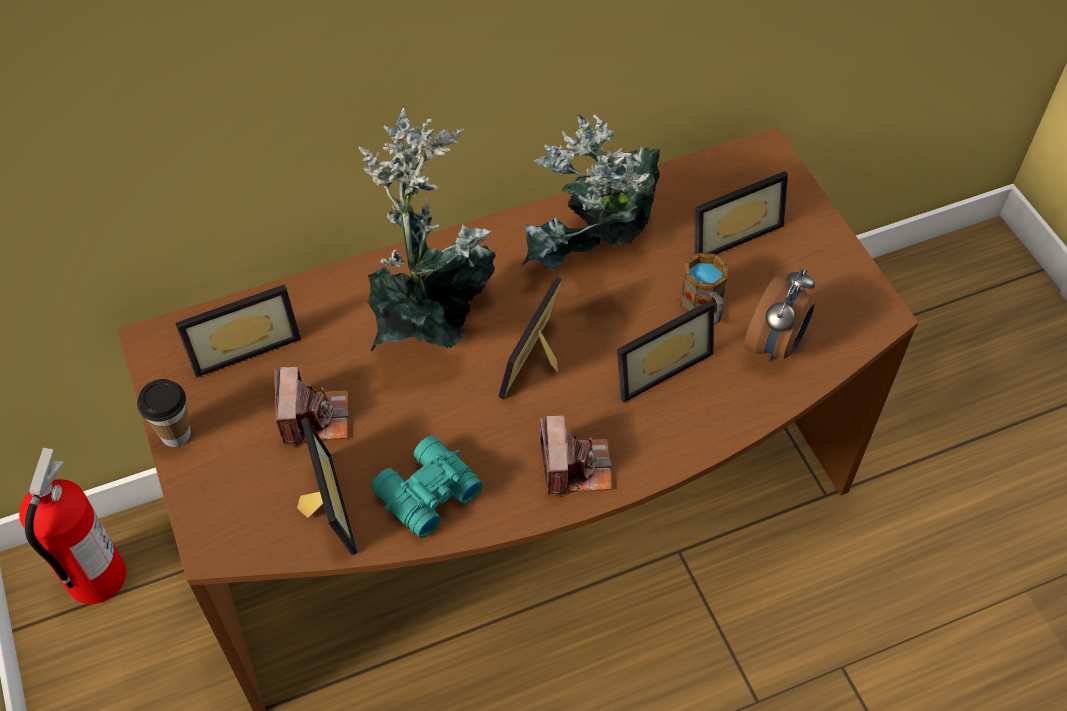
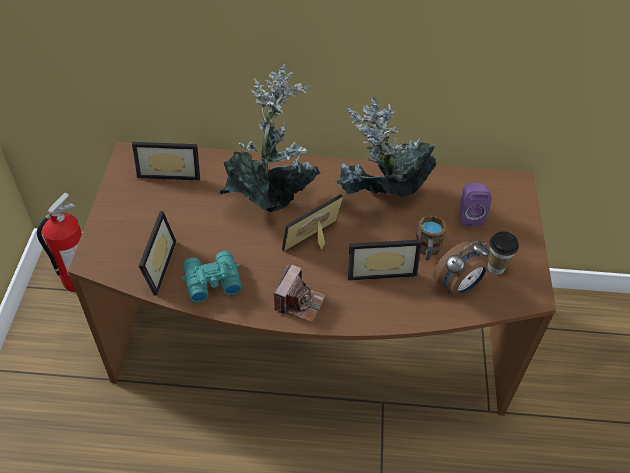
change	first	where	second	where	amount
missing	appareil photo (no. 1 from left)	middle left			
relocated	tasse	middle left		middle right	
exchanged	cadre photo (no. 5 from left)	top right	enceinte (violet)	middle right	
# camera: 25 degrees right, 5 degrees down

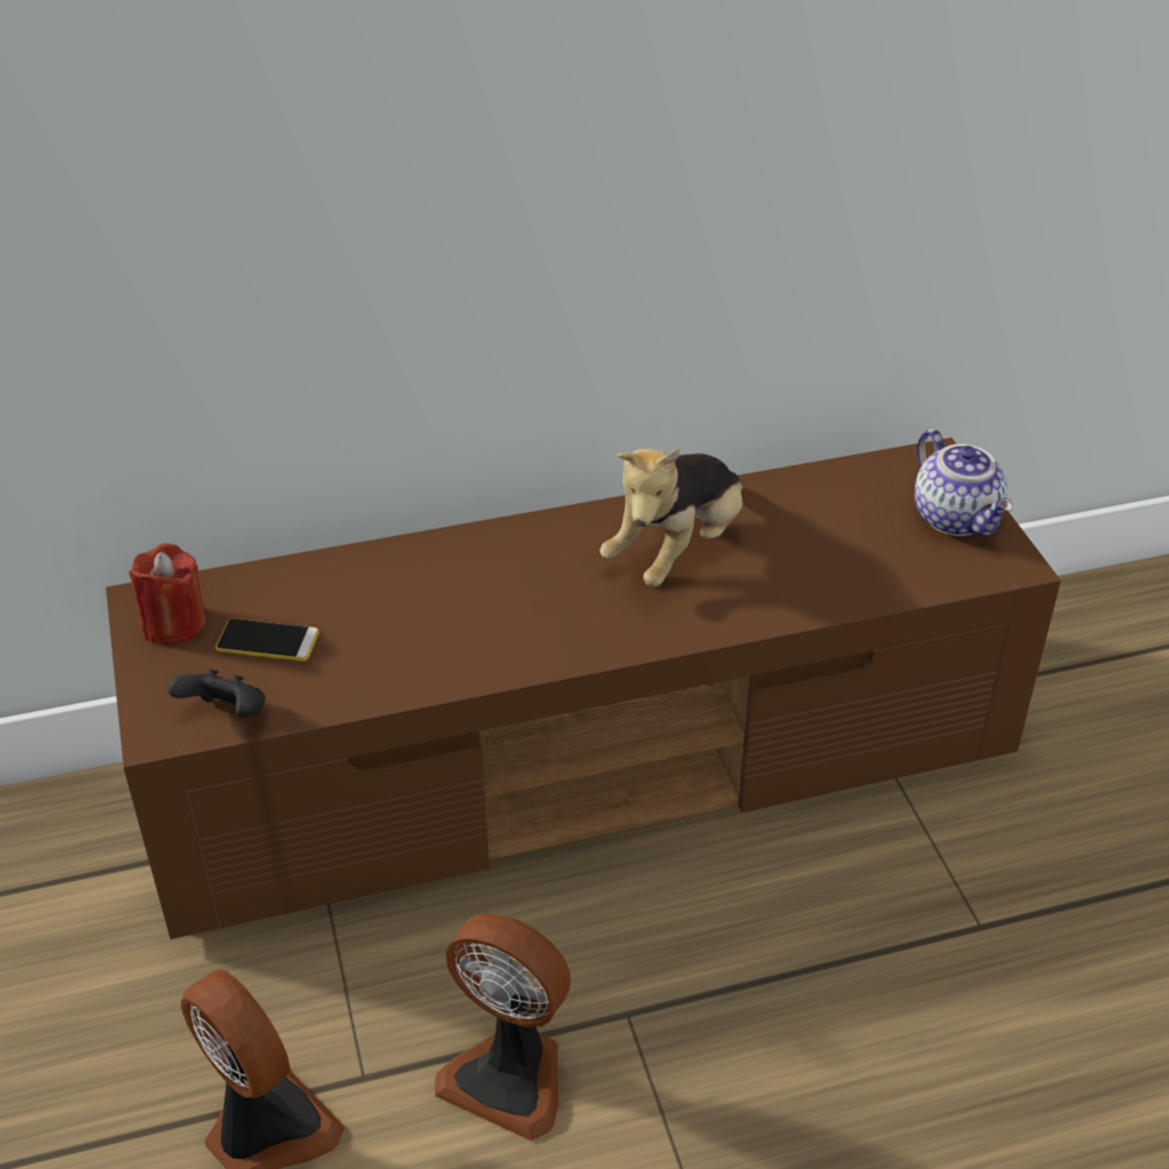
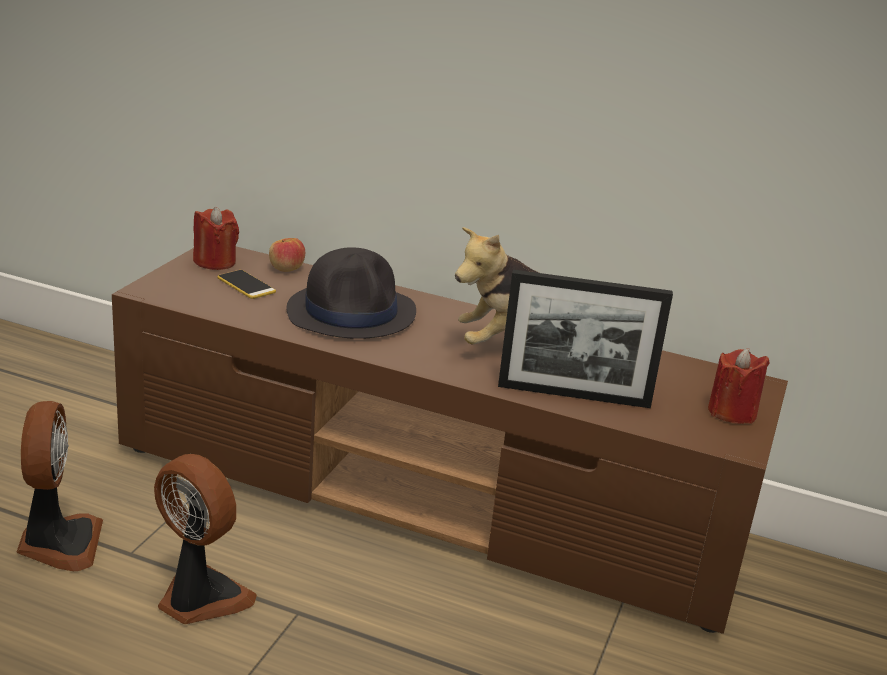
change	first	where	second	where	amount
missing	manette (noir)	middle left			
appeared			pomme	middle left	
appeared			chapeau (noir)	centre	
appeared			cadre photo	centre	
exchanged	théière	middle right	bougie (rouge) (no. 2 from left)	middle right	
spun	ventilateur (no. 2 from left)	bottom centre		bottom left	150 degrees clockwise
# camera: 35 degrees right, 15 degrees down

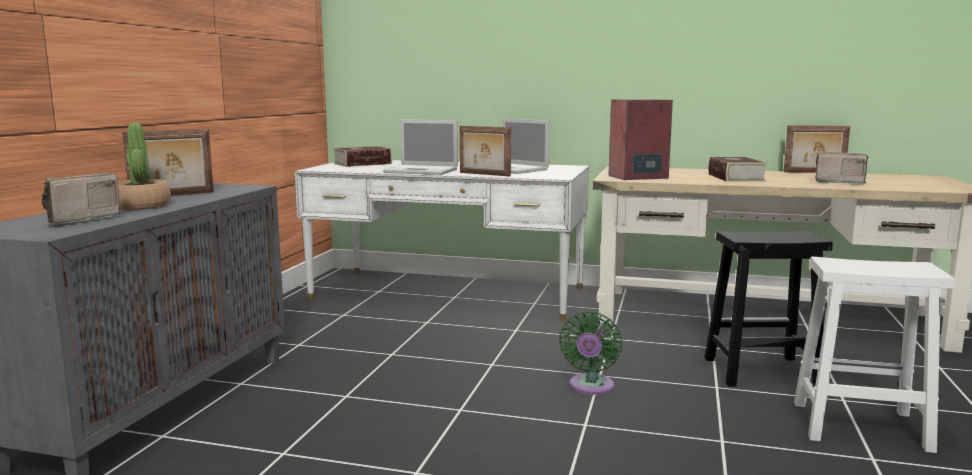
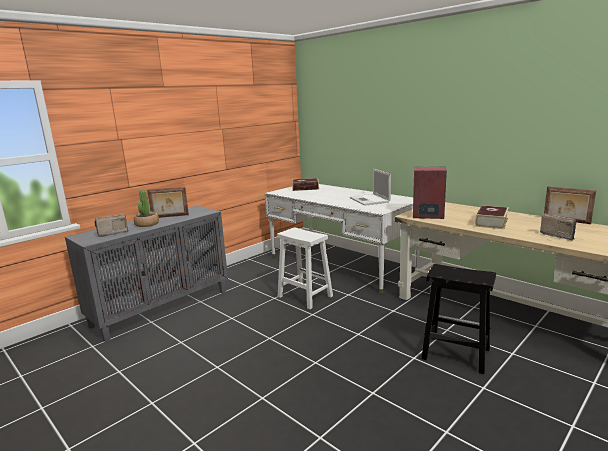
change	first	where	second	where	amount
missing	ordinateur portable (no. 1 from left)	top centre			
missing	cadre photo (no. 2 from left)	top centre			
missing	ventilateur (vert)	bottom centre			
relocated	tabouret (blanc)	bottom right		centre	
# camera: 30 degrees right, 5 degrees up

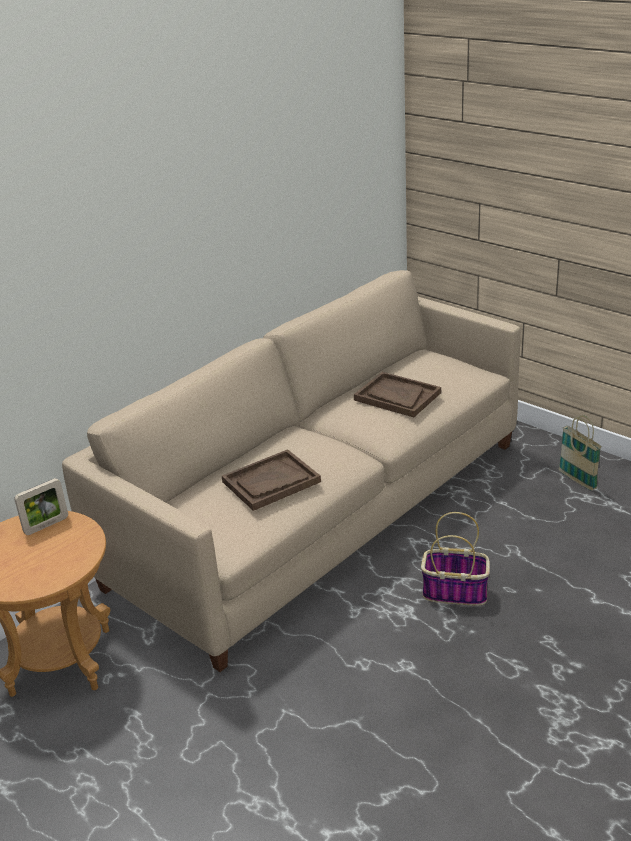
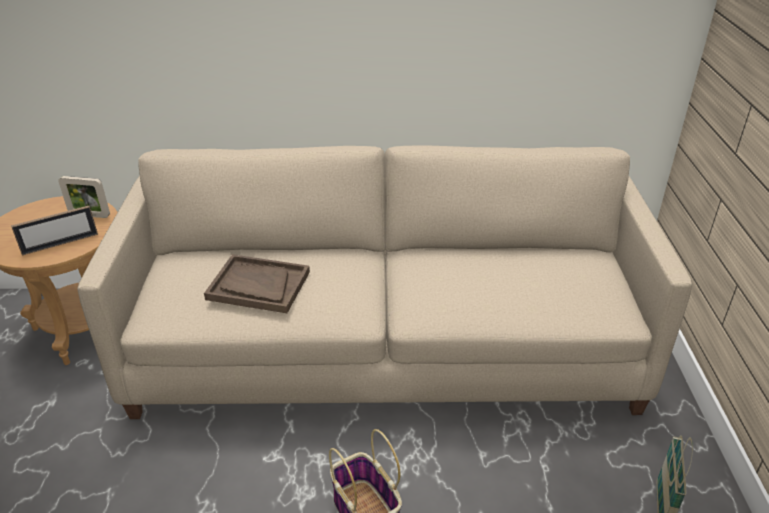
change	first	where	second	where	amount
missing	plateau (marron) (no. 2 from left)	centre			
appeared			cadre photo (no. 1 from left)	middle left	
# camera: 45 degrees right, 5 degrees up

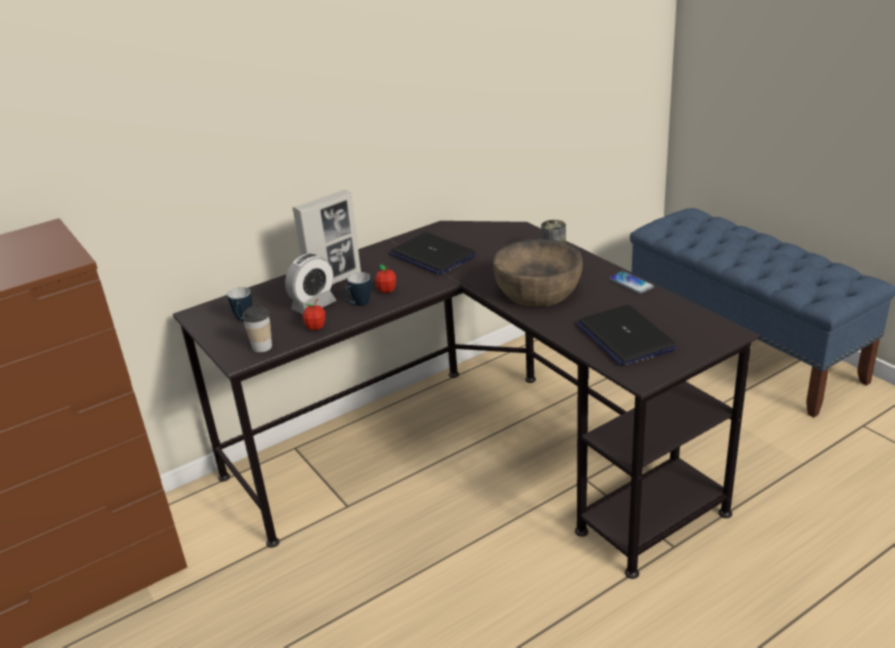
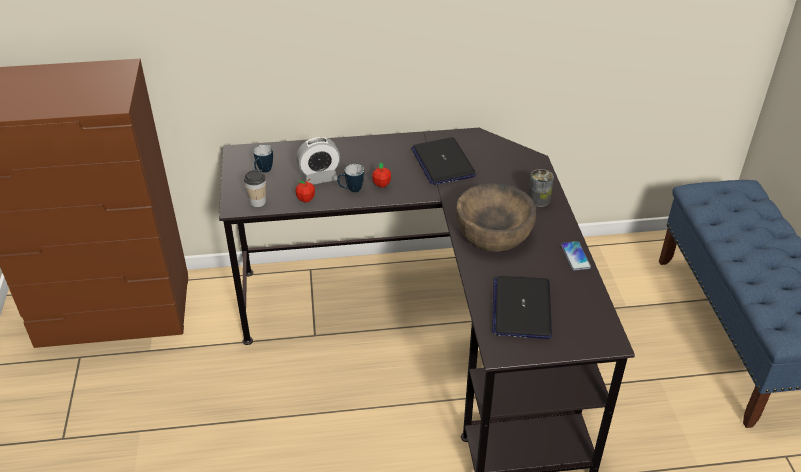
change	first	where	second	where	amount
missing	cadre photo	centre			
# camera: 25 degrees right, 10 degrees up

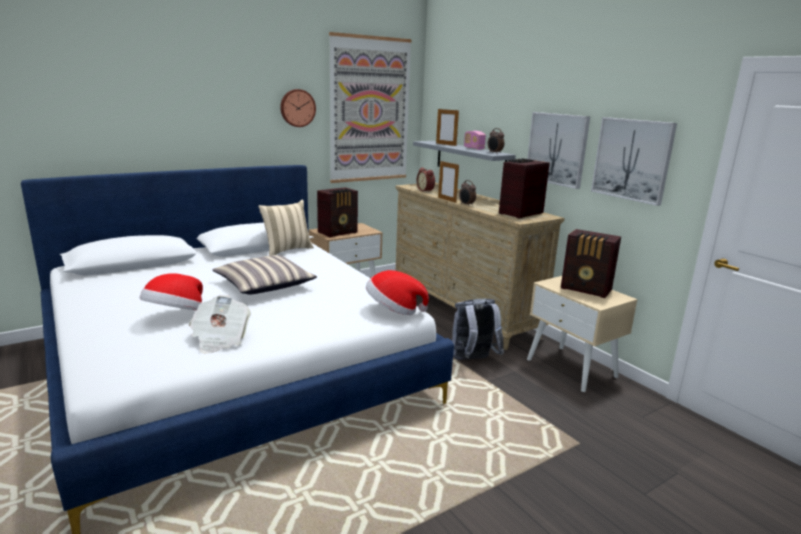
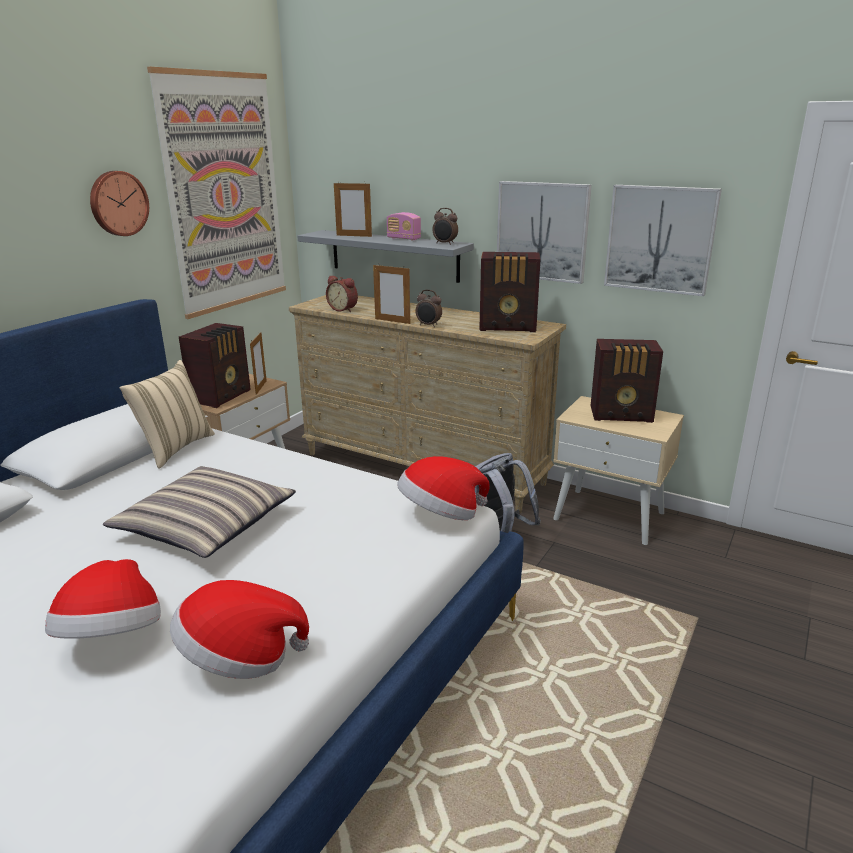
change	first	where	second	where	amount
appeared			cadre photo (no. 1 from left)	middle left	
exchanged	journal	middle left	chapeau (no. 2 from left)	bottom left	
spun	radio (no. 3 from left)	centre		centre	105 degrees counterclockwise
# camera: 25 degrees left, 5 degrees up

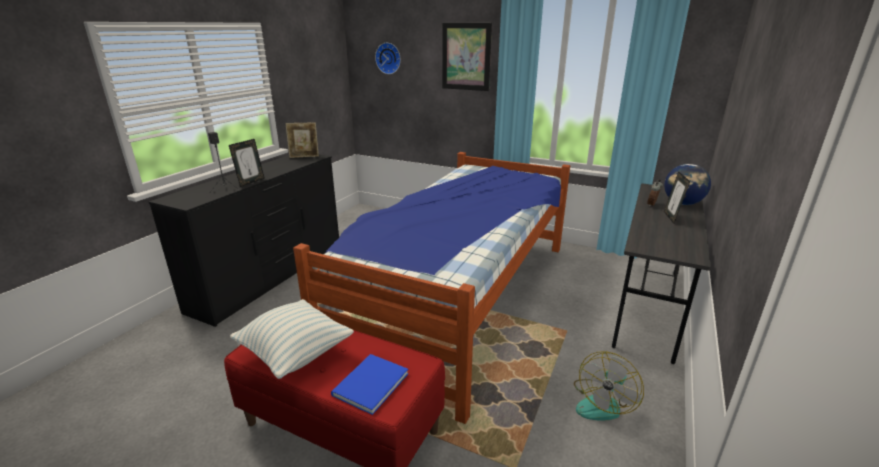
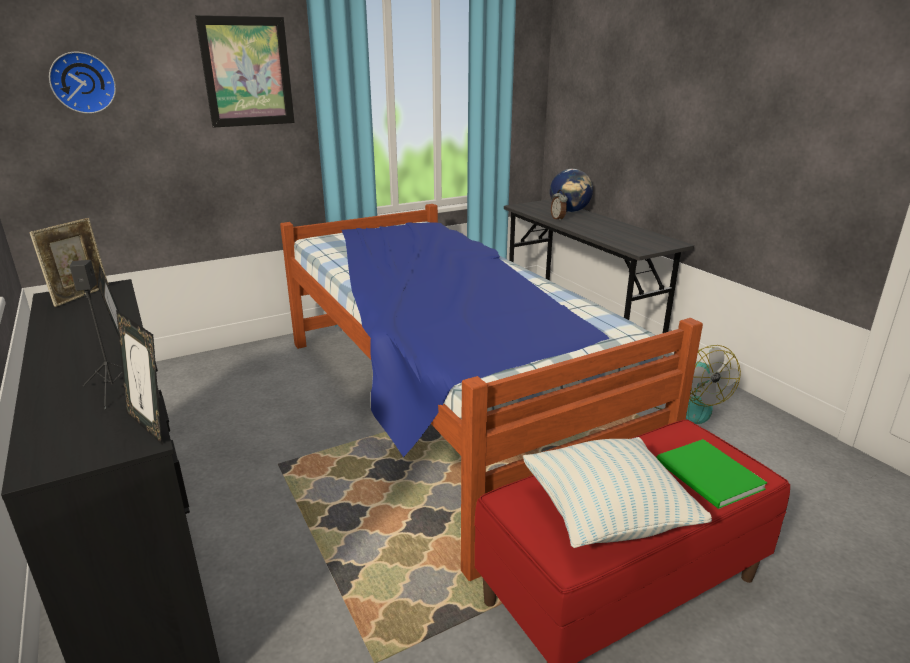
change	first	where	second	where	amount
relocated	cadre photo (no. 3 from left)	middle right		middle left	
colour	livre (bleu)	bottom centre	livre (vert)	bottom right	
# camera: 55 degrees left, 0 degrees up

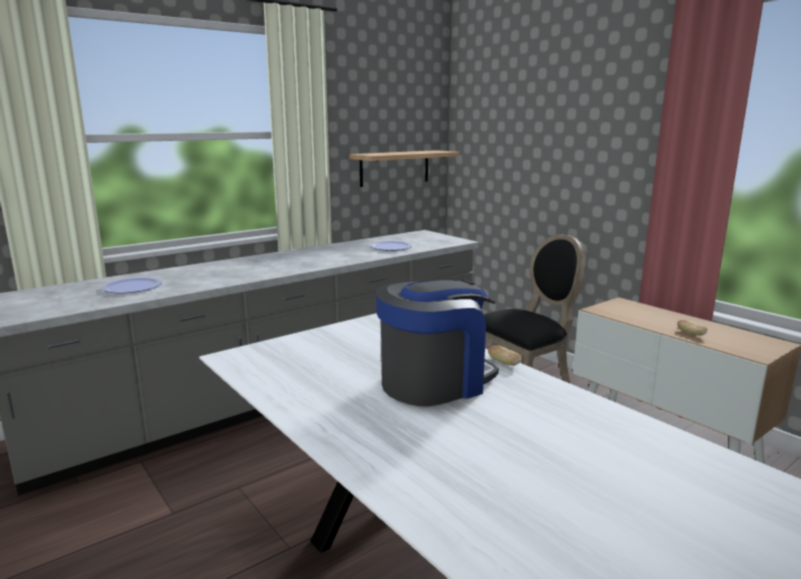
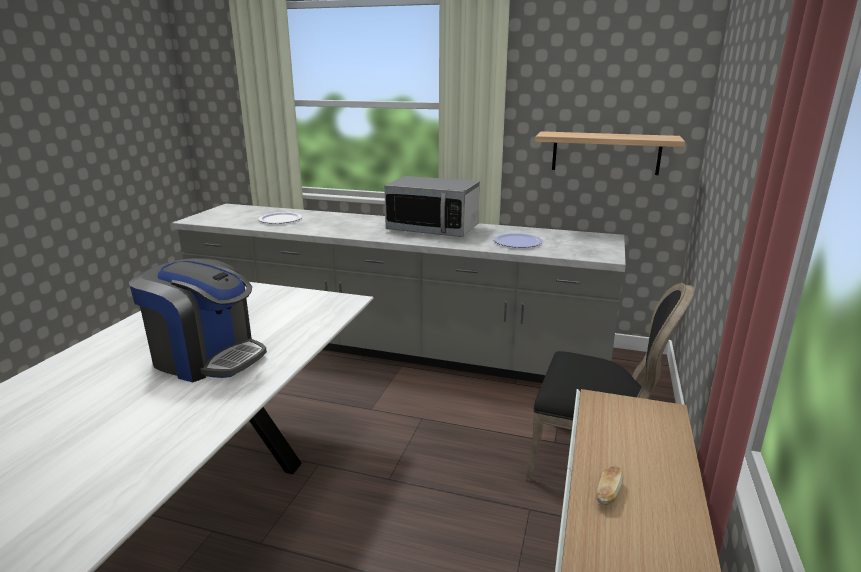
change	first	where	second	where	amount
missing	pain (no. 1 from left)	centre			
appeared			micro-ondes	centre	
# camera: 55 degrees right, 5 degrees up

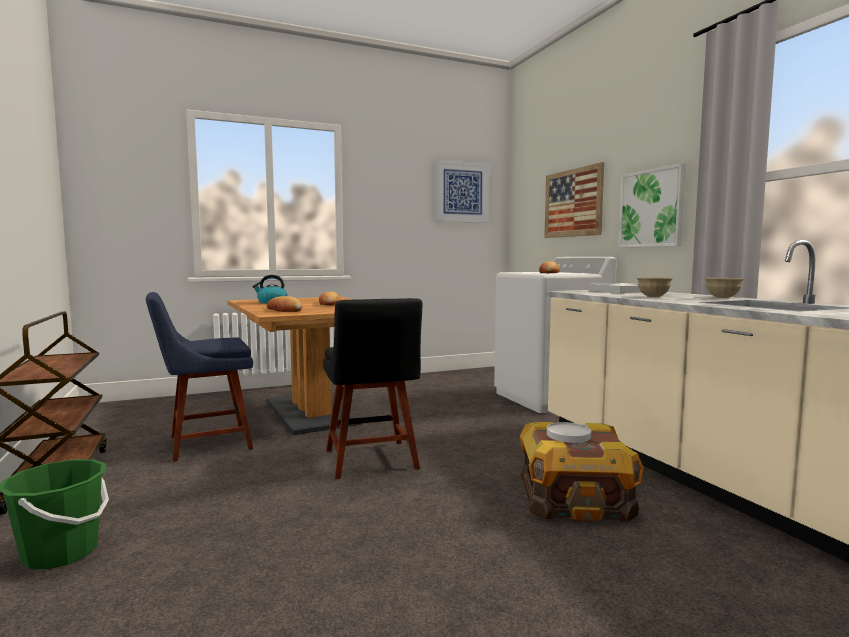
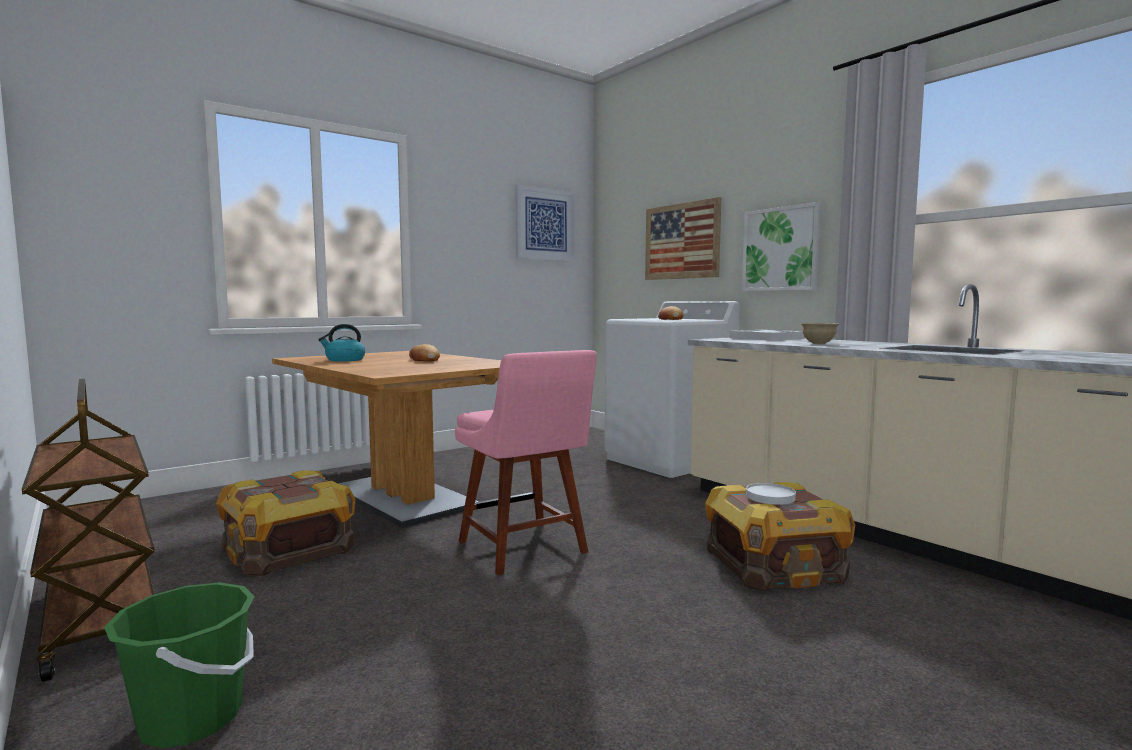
change	first	where	second	where	amount
missing	pain (no. 1 from left)	centre			
missing	bol (beige) (no. 2 from left)	middle right			
exchanged	chaise (bleu)	middle left	caisse (no. 1 from left)	bottom left	
colour	chaise (noir)	centre	chaise (rose)	centre	
# camera: 15 degrees left, 0 degrees up

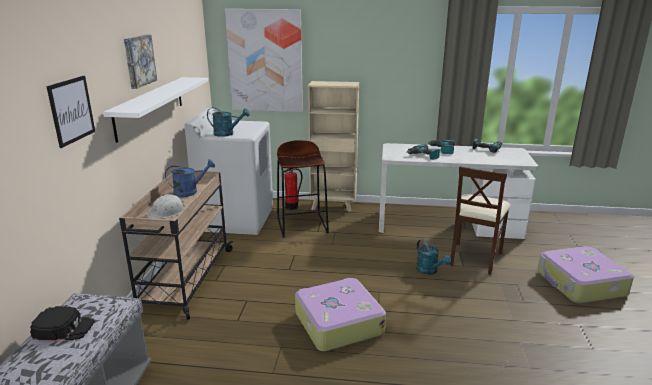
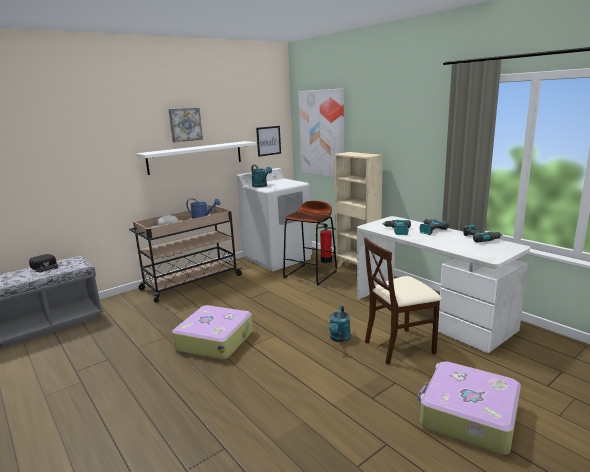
change	first	where	second	where	amount
relocated	tableau (no. 1 from left in the first image)	top left	tableau (no. 2 from left)	top centre	
# camera: 45 degrees right, 5 degrees down

